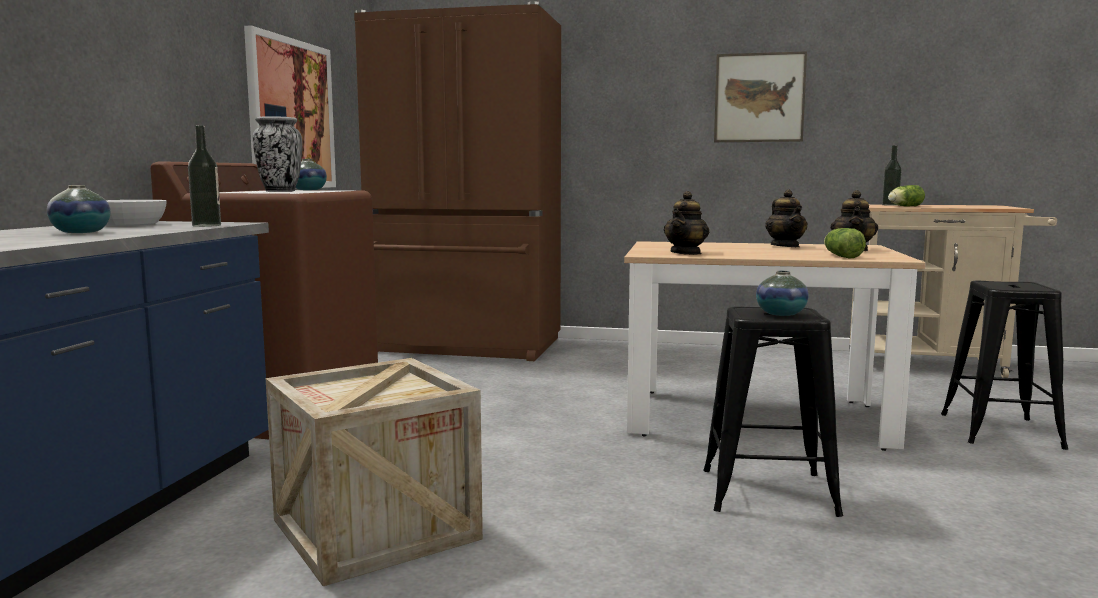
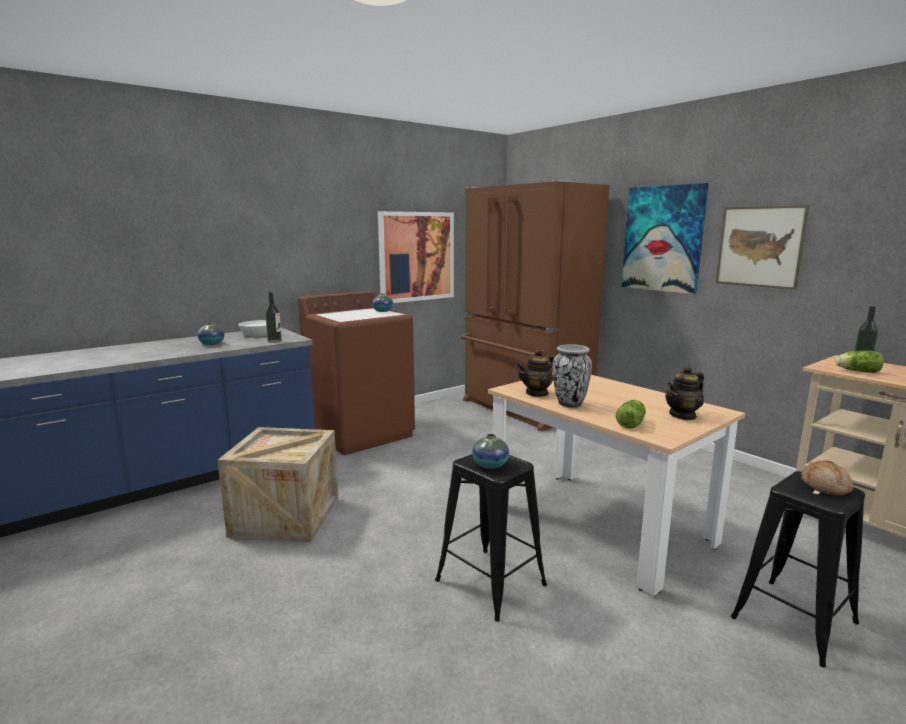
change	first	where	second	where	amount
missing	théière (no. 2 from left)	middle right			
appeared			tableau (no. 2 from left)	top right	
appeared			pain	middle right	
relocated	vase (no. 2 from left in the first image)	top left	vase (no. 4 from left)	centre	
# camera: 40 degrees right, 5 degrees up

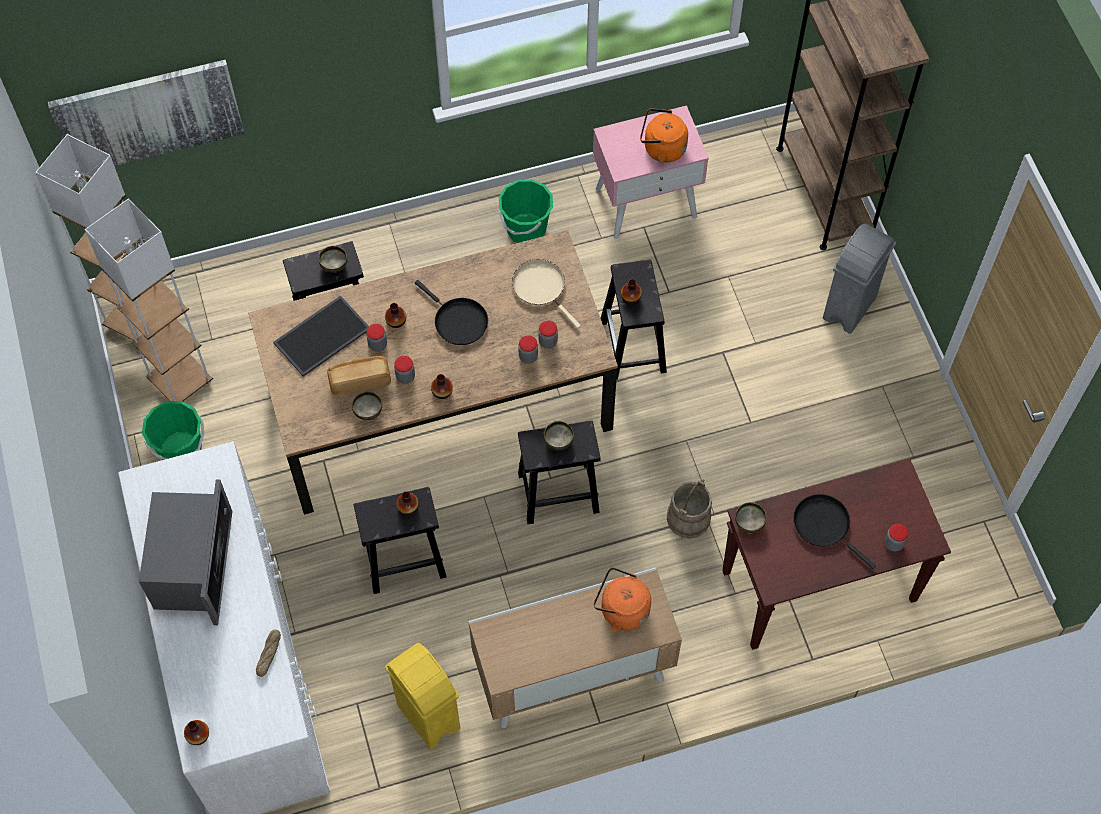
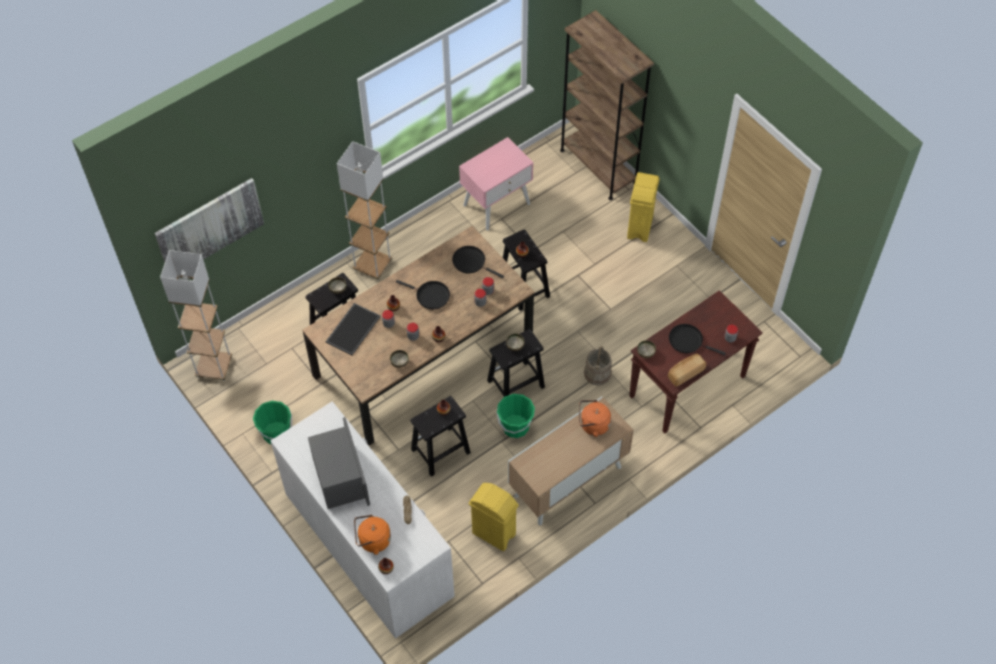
change	first	where	second	where	amount
relocated	lampadaire (blanc) (no. 2 from left)	middle left		top centre	
relocated	pain (no. 2 from left)	middle left		middle right	
relocated	seau (vert) (no. 2 from left)	top centre		centre	
relocated	bouilloire (orange) (no. 2 from left in the first image)	top centre	bouilloire (orange) (no. 1 from left)	bottom centre	
colour	poêle (beige)	centre	poêle (noir) (no. 2 from left)	centre	
colour	poubelle (gris)	middle right	poubelle (jaune) (no. 2 from left)	top centre	
# camera: 20 degrees left, 5 degrees down

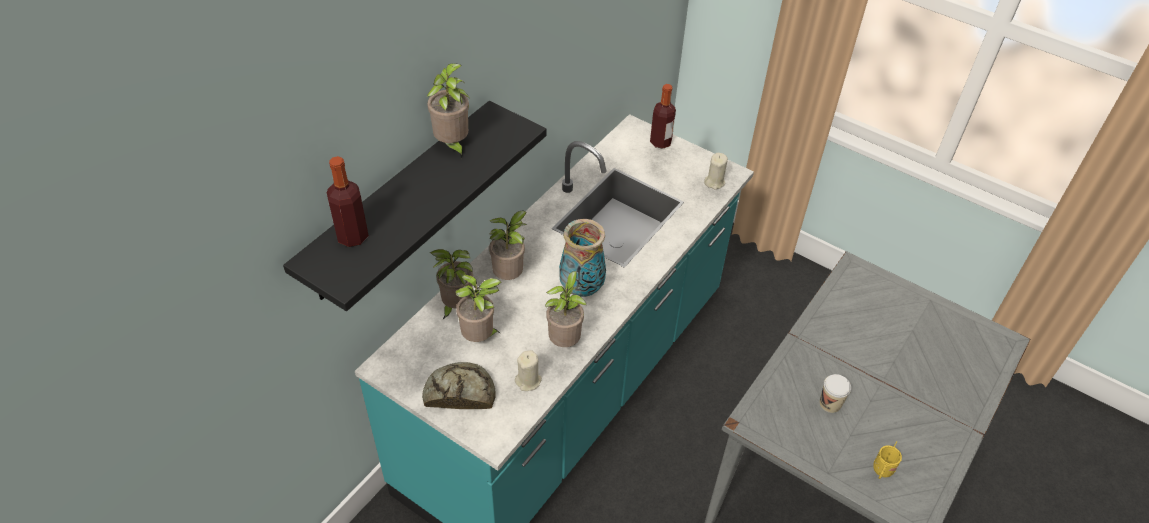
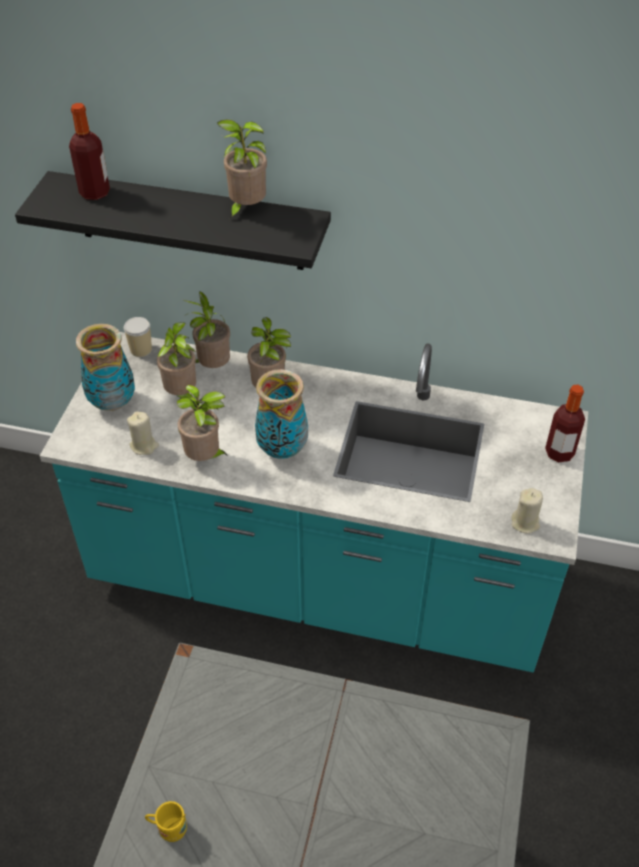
change	first	where	second	where	amount
relocated	tasse	bottom right		middle left	
exchanged	pain	bottom centre	vase (no. 1 from left)	middle left	
# camera: 70 degrees right, 0 degrees up

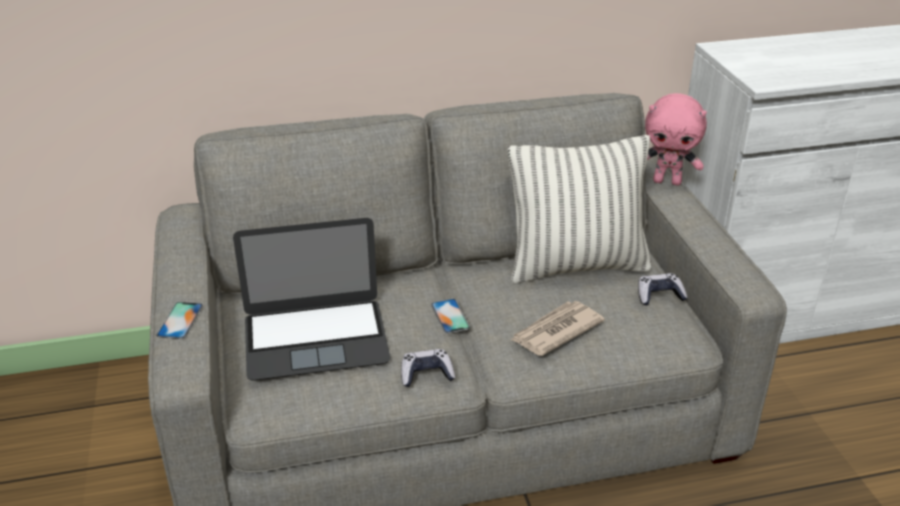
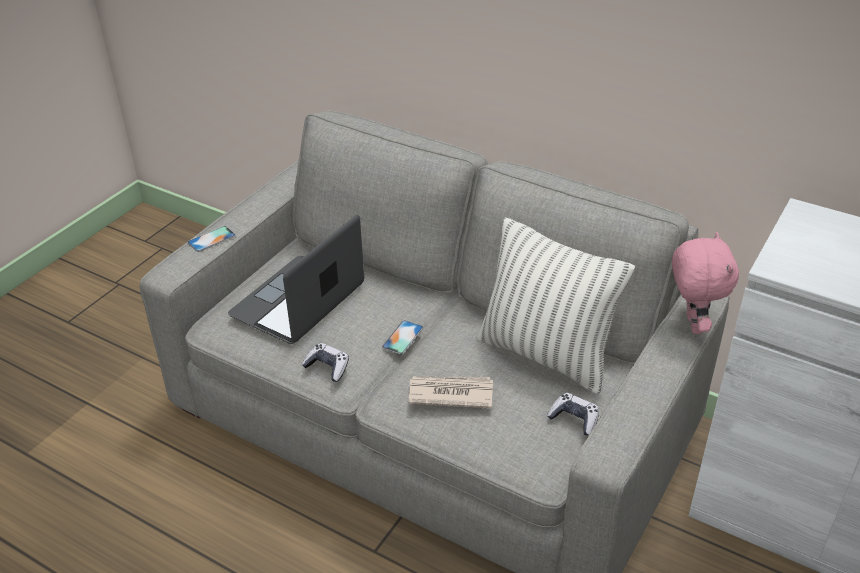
change	first	where	second	where	amount
spun	ordinateur portable	centre		centre	90 degrees clockwise
spun	peluche (rose)	top right		middle right	150 degrees counterclockwise
# camera: 45 degrees right, 5 degrees up

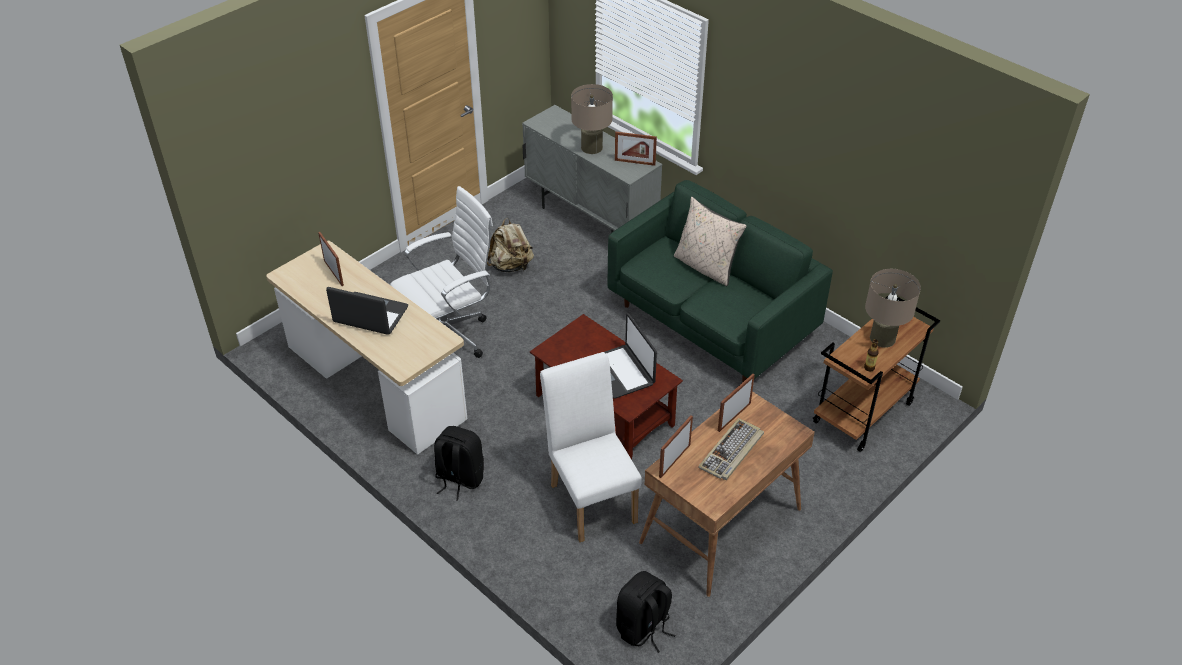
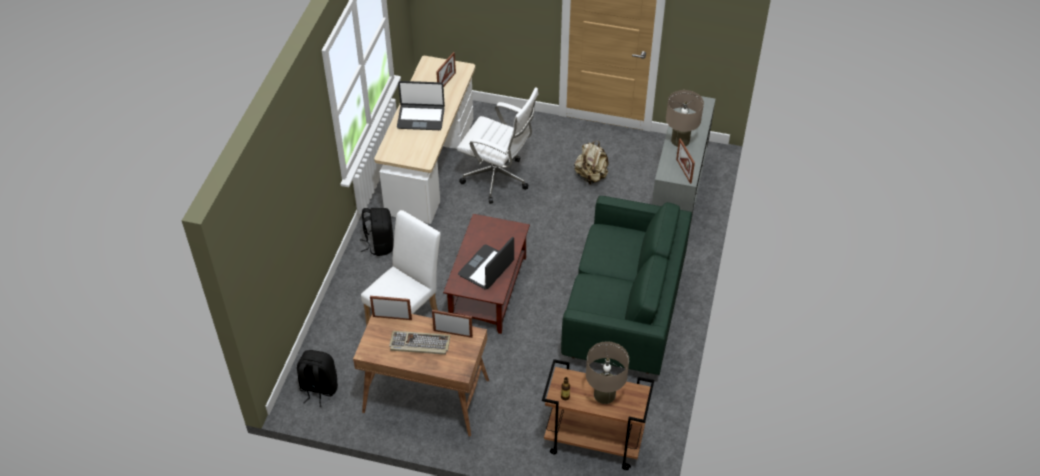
change	first	where	second	where	amount
missing	coussin (beige)	centre			
spun	ordinateur portable (no. 1 from left)	middle left		top centre	105 degrees clockwise
# camera: 60 degrees right, 5 degrees up

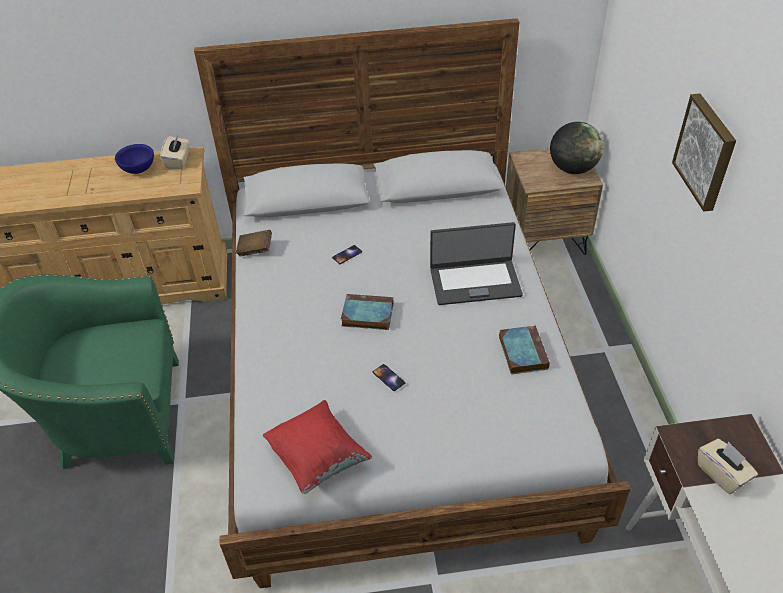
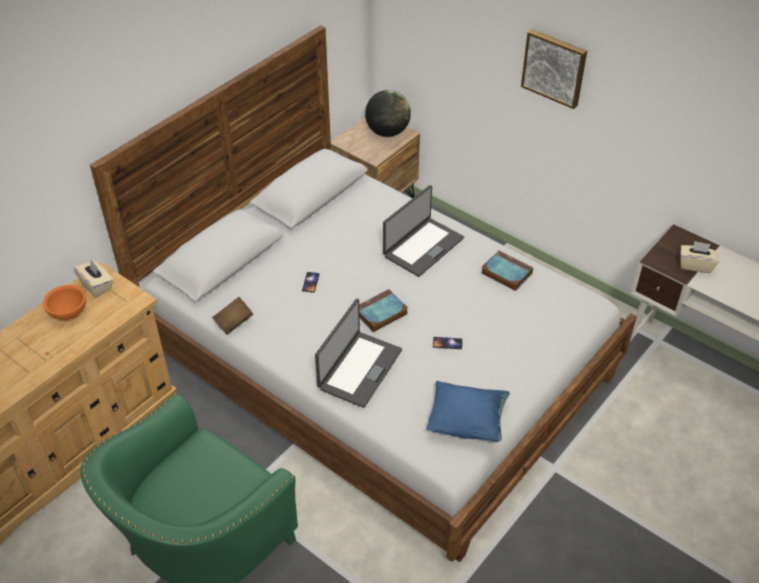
change	first	where	second	where	amount
appeared			ordinateur portable (no. 1 from left)	centre	
colour	bol (bleu)	top left	bol (orange)	middle left	
colour	coussin (rouge)	bottom centre	coussin (bleu)	bottom centre	
# camera: 45 degrees left, 0 degrees up

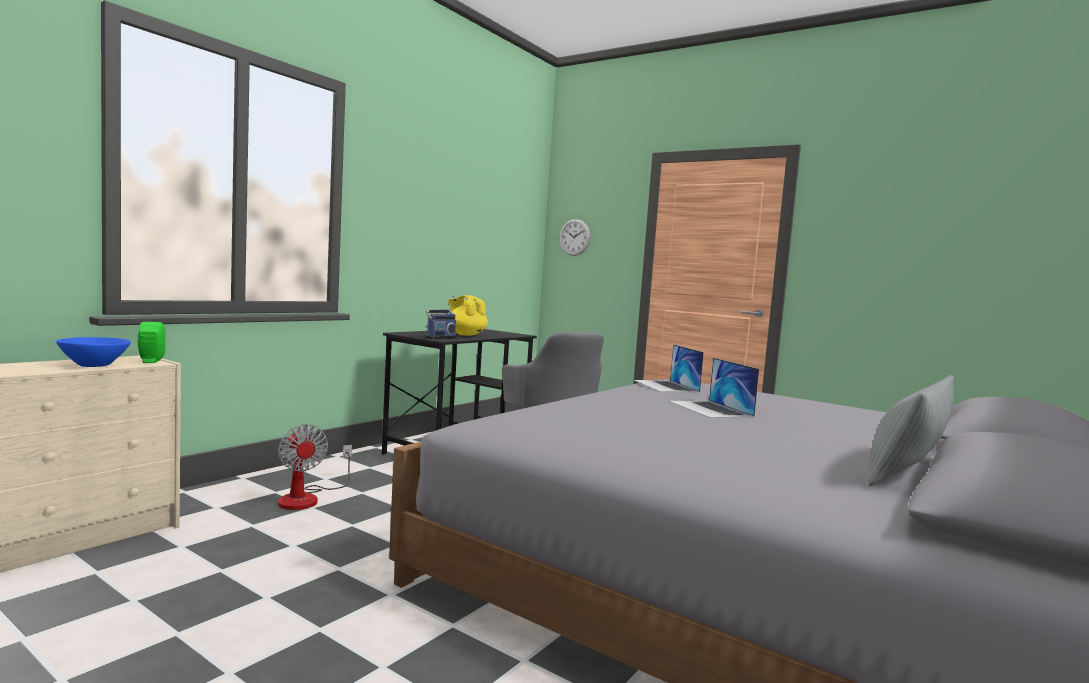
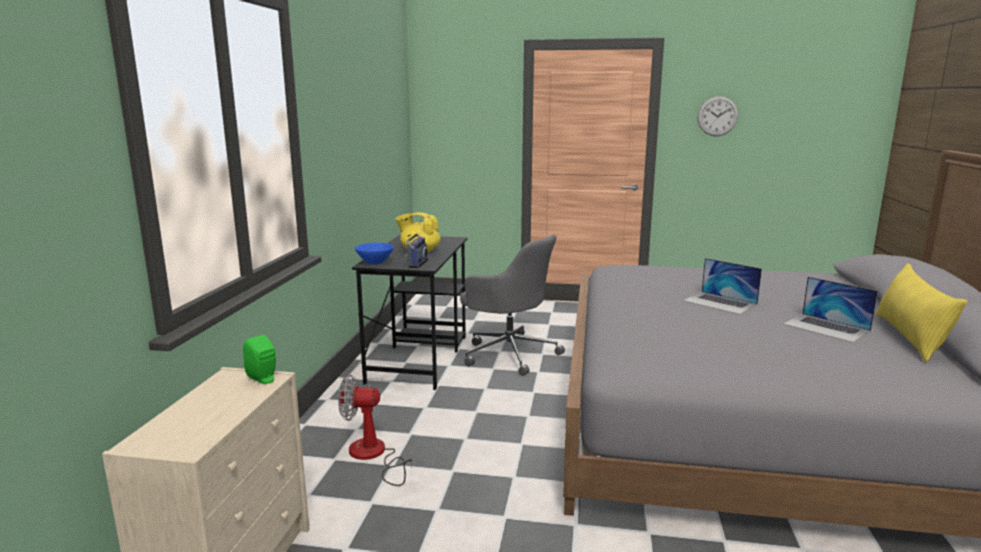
change	first	where	second	where	amount
relocated	bol (bleu)	middle left		centre	
relocated	horloge murale	centre		top right	
relocated	ordinateur portable (no. 1 from left in the first image)	centre	ordinateur portable (no. 2 from left)	middle right	
colour	coussin (gris)	middle right	coussin (jaune)	middle right	
spun	ventilateur	bottom left		bottom centre	150 degrees clockwise
# camera: 25 degrees left, 10 degrees up

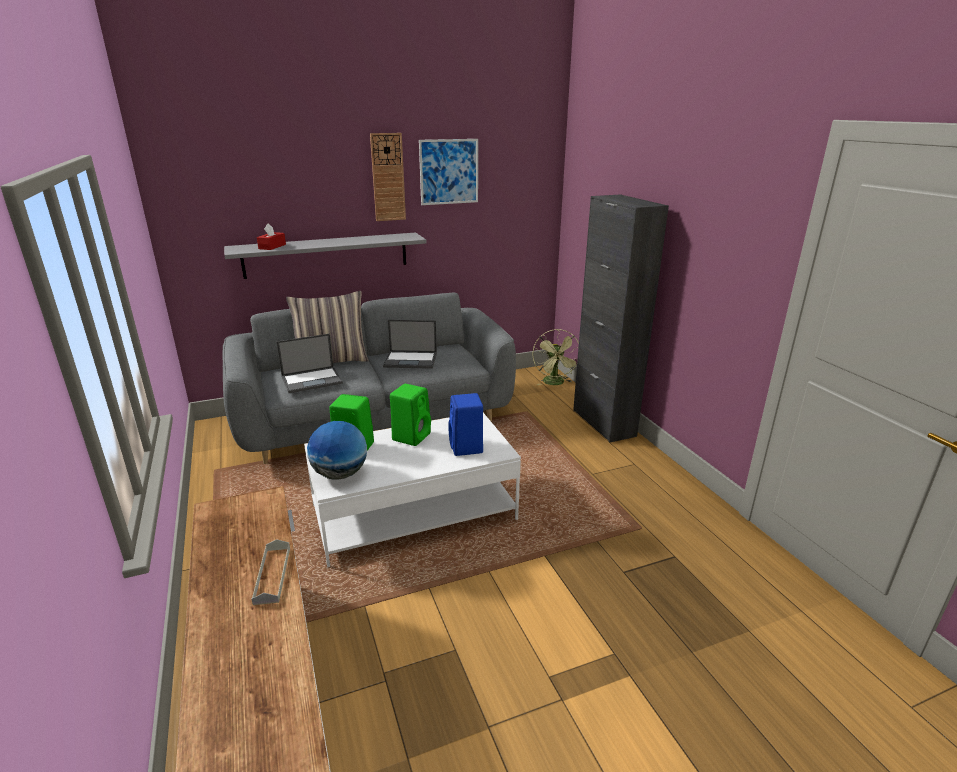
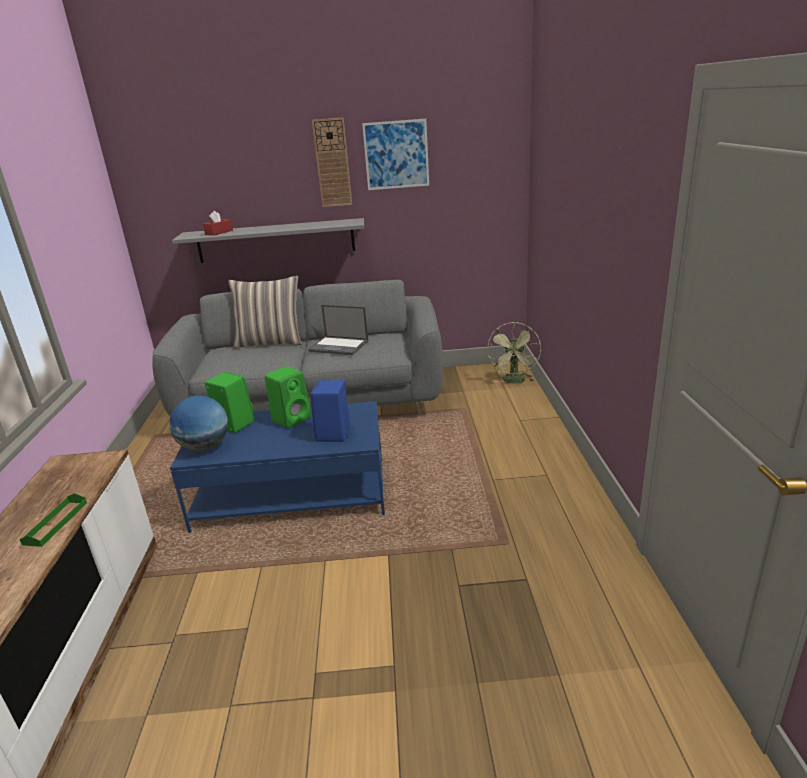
change	first	where	second	where	amount
missing	ordinateur portable (no. 1 from left)	middle left			
missing	meuble de rangement (noir)	centre			
colour	plateau (gris)	bottom left	plateau (vert)	bottom left	
colour	table basse (blanc)	centre	table basse (bleu)	centre	
# camera: 20 degrees right, 0 degrees up

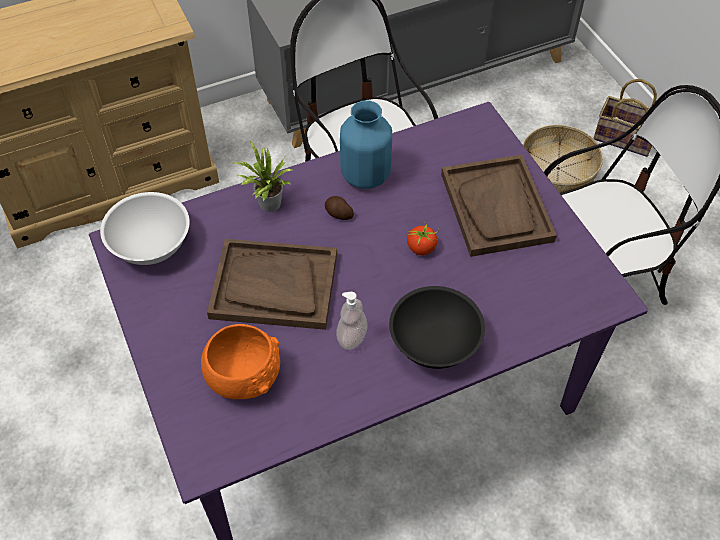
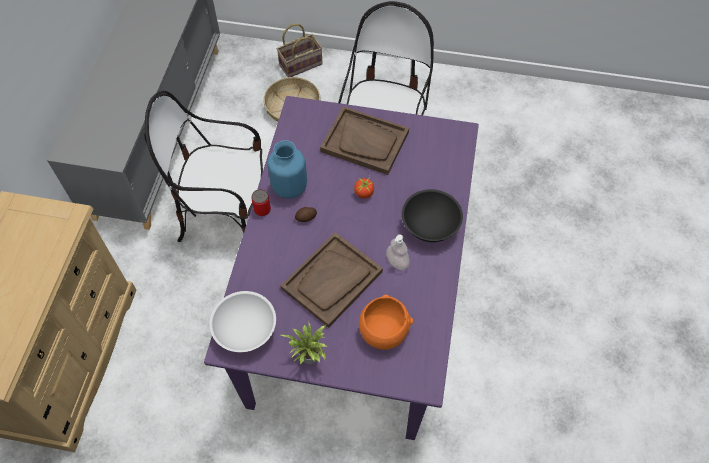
change	first	where	second	where	amount
appeared			boîte métallique	centre	
relocated	plante en pot	top centre		bottom centre	
# camera: 55 degrees left, 5 degrees up

